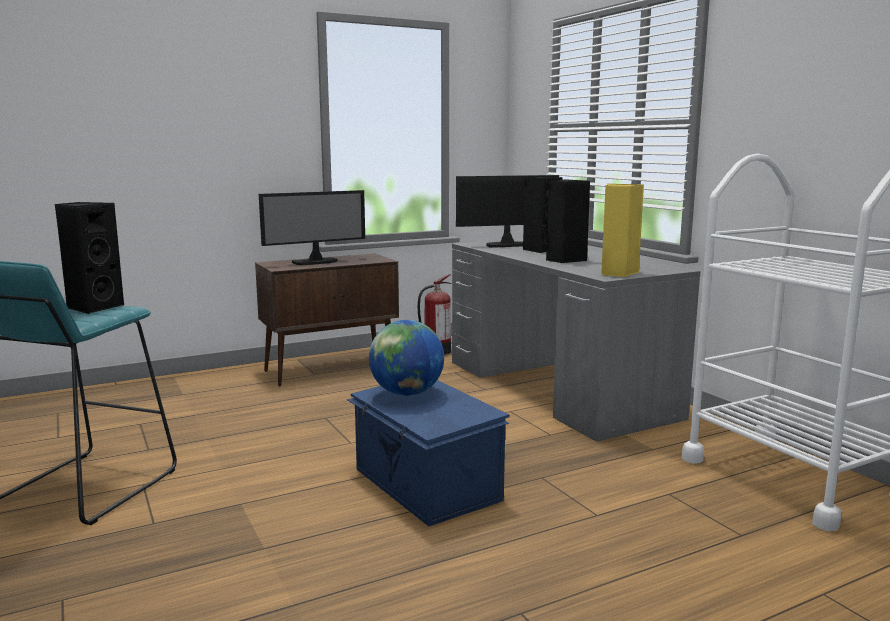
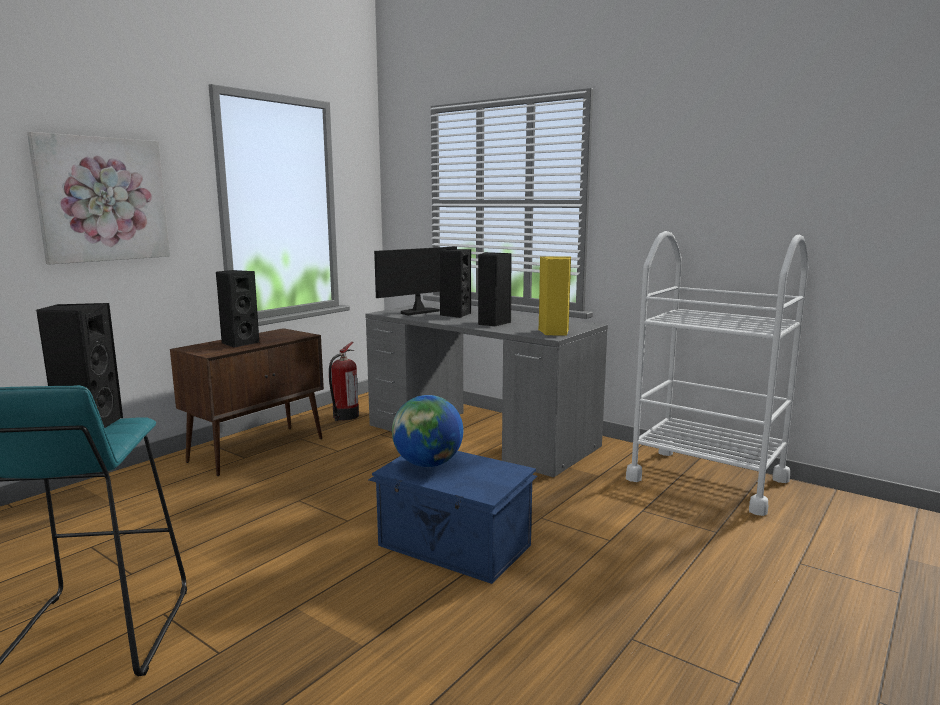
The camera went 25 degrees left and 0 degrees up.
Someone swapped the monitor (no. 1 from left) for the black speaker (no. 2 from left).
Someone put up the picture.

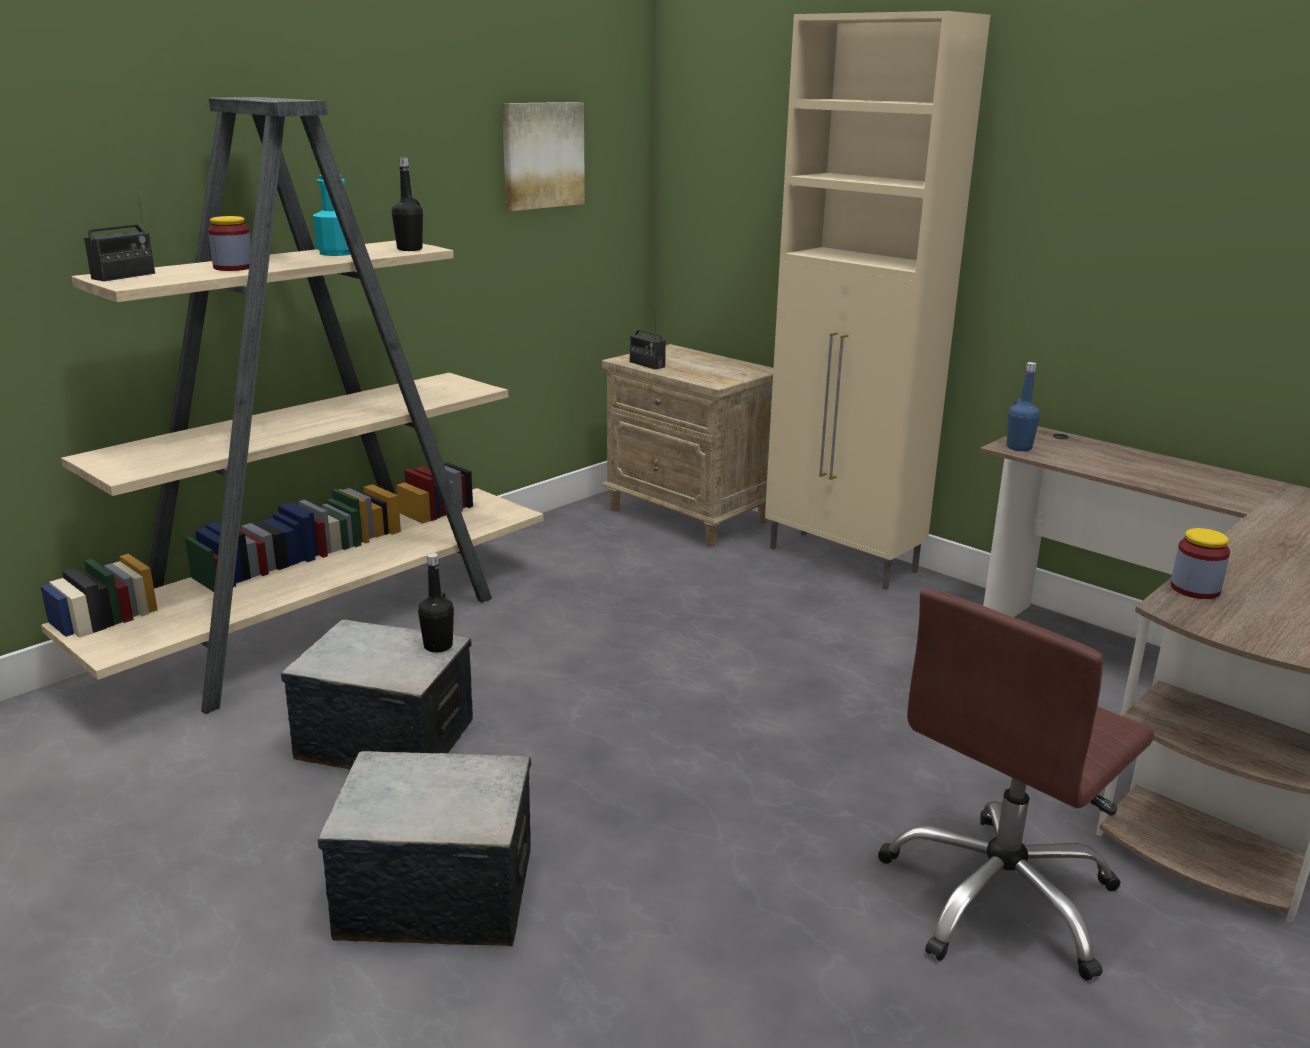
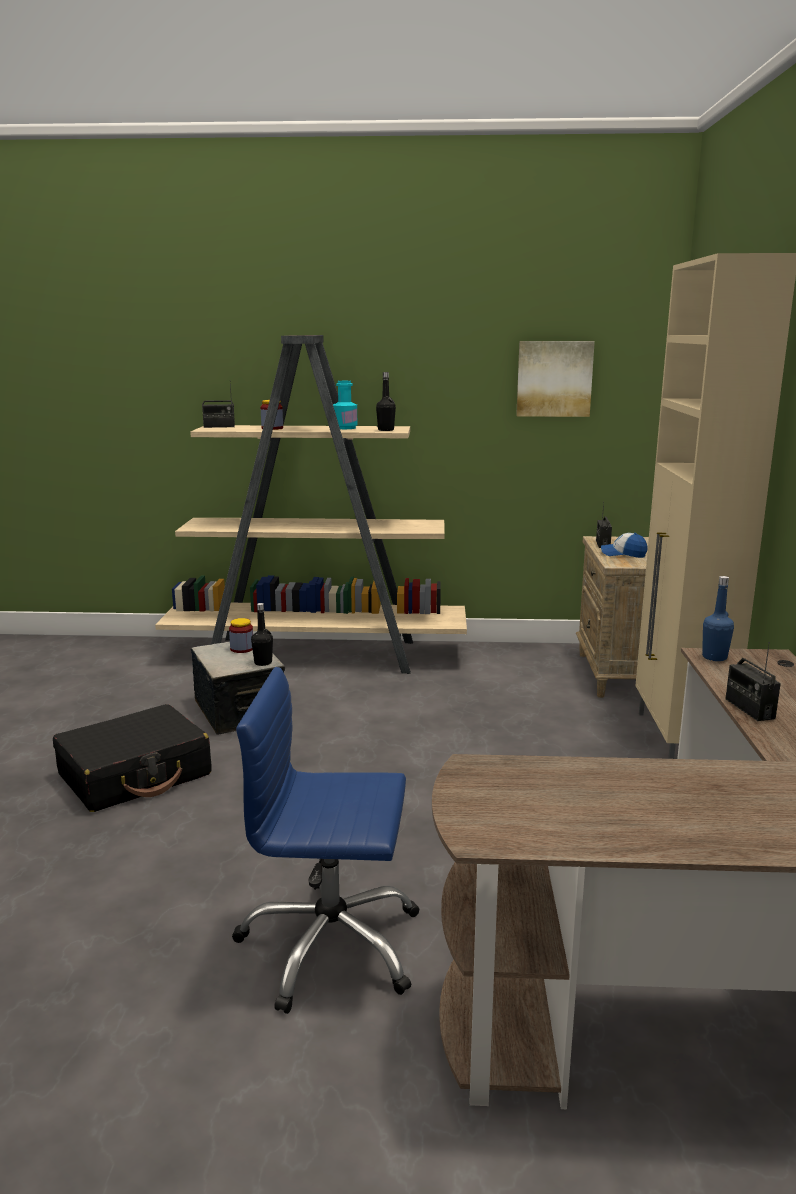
The camera went 50 degrees right and 5 degrees down.
Someone carried the jar (no. 2 from left in the first image).
Someone repainted the brown office chair, which became the blue office chair.
Someone swapped the storage box (no. 2 from left) for the black suitcase.
Someone put down the cap.
Someone put down the radio (no. 3 from left).

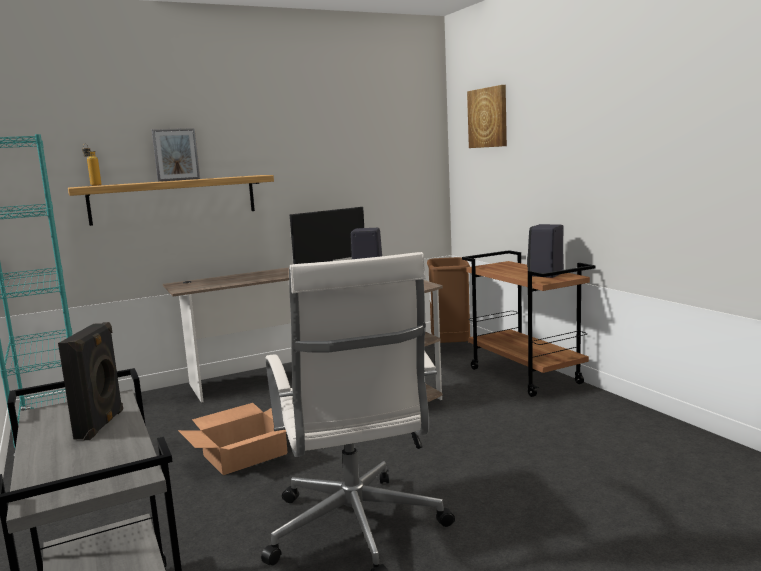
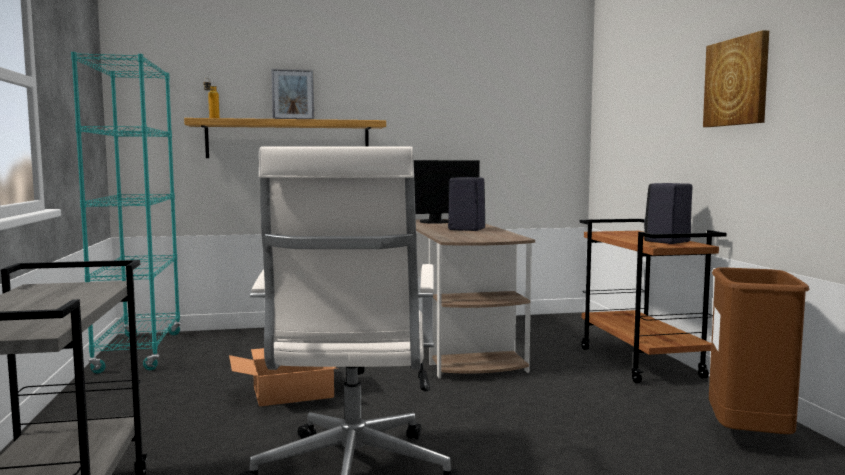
The camera went 15 degrees right and 5 degrees down.
Someone carried the picture.
Someone carried the brown trash can.
Someone took away the black speaker (no. 1 from left).

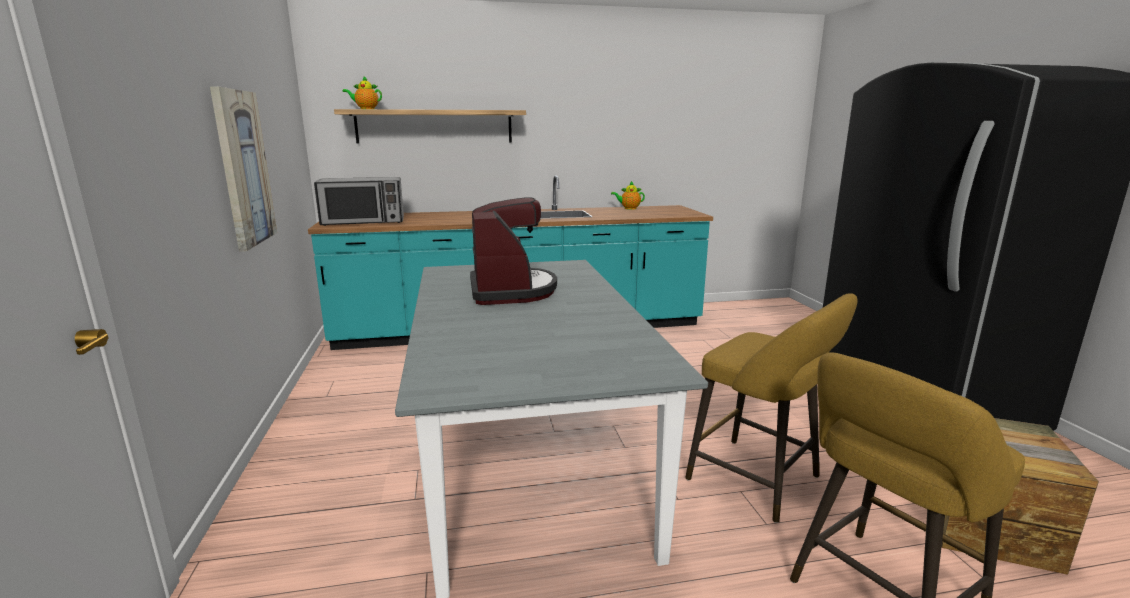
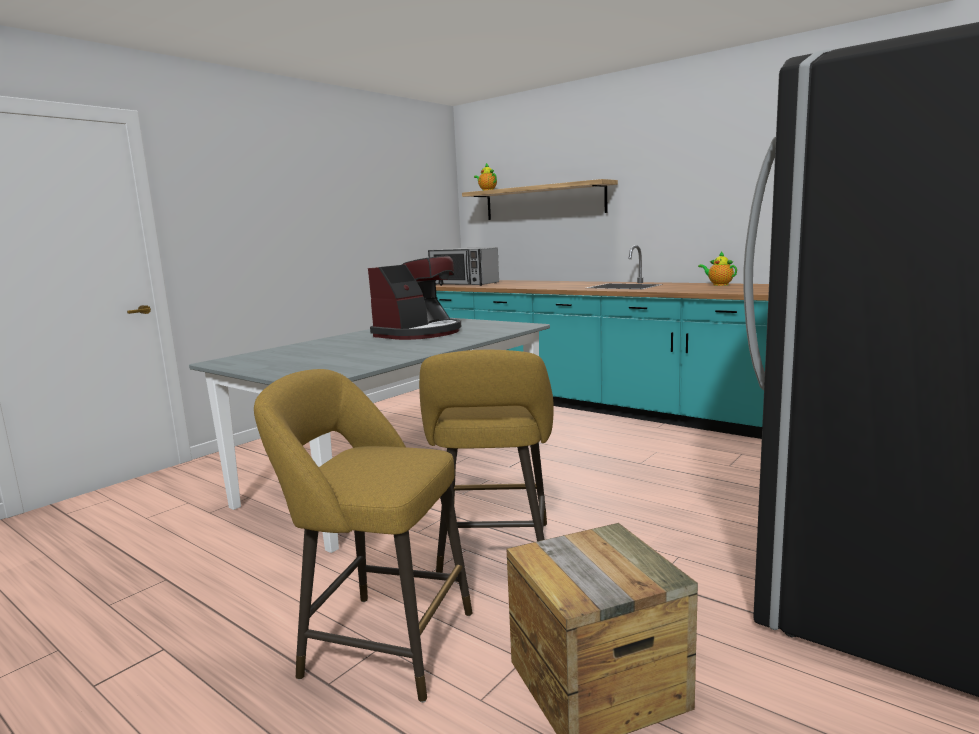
The camera went 50 degrees right and 5 degrees down.
Someone took away the picture.

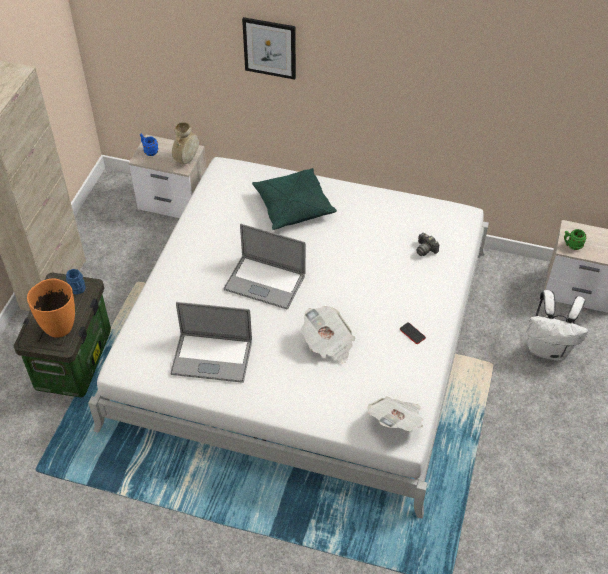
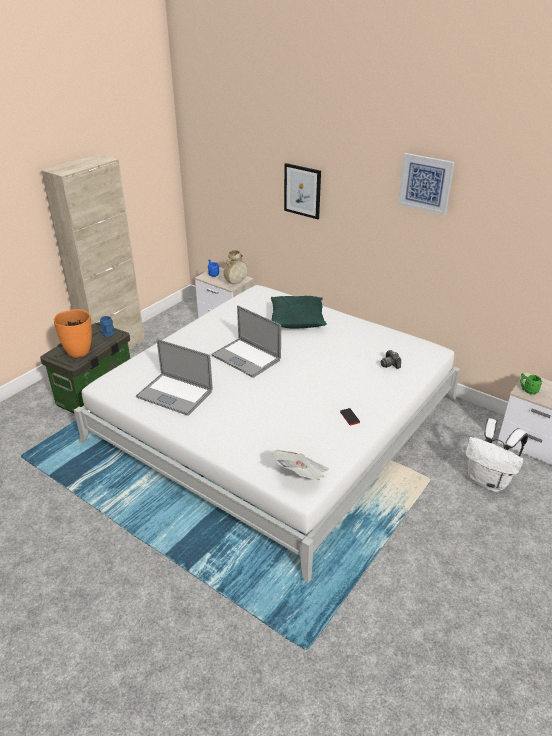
The camera went 20 degrees right and 15 degrees down.
Someone took away the newspaper (no. 1 from left).
Someone put up the picture (no. 2 from left).

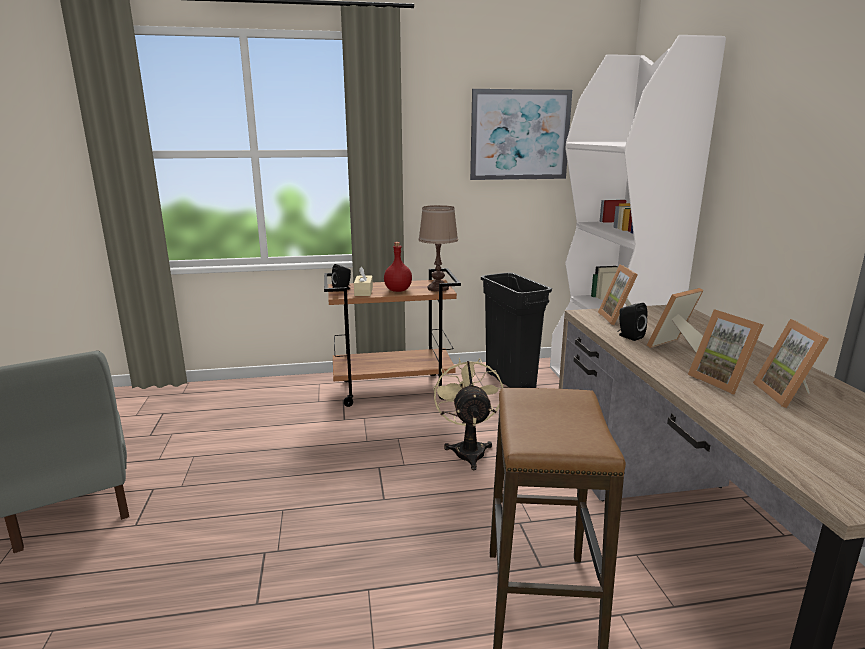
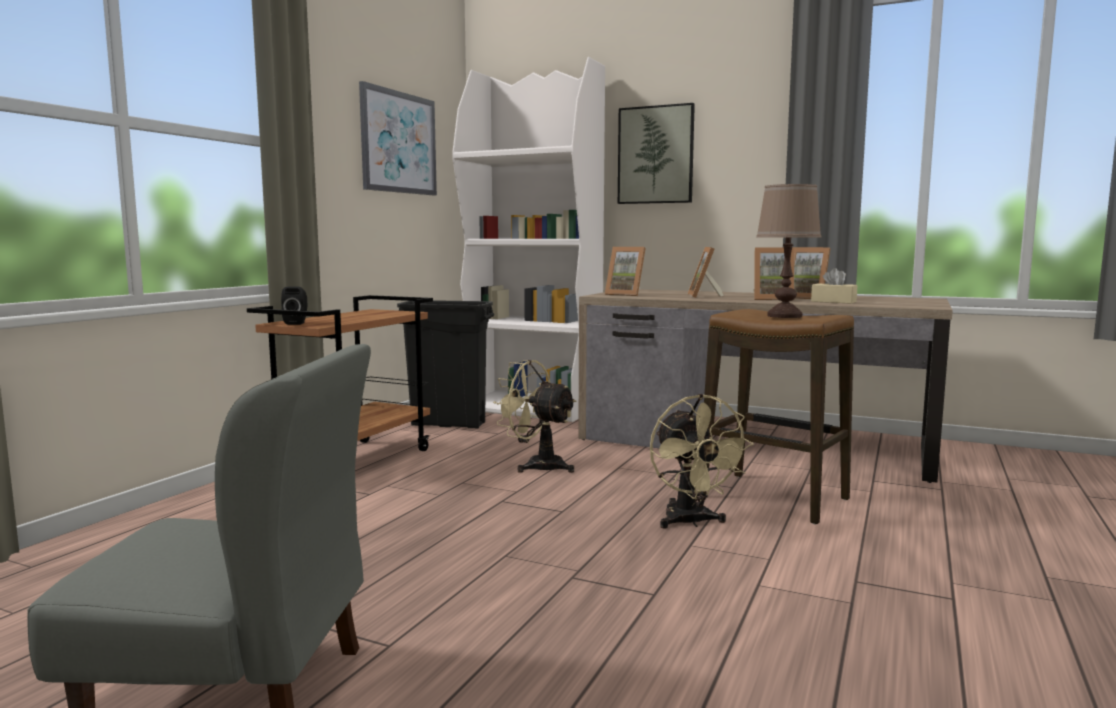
The camera went 55 degrees left and 10 degrees down.
Someone carried the brown table lamp.
Someone took away the red bottle.
Someone carried the beige tissue box.
Someone took away the black speaker (no. 2 from left).
Someone put up the picture (no. 2 from left).
Someone put down the beige fan (no. 2 from left).

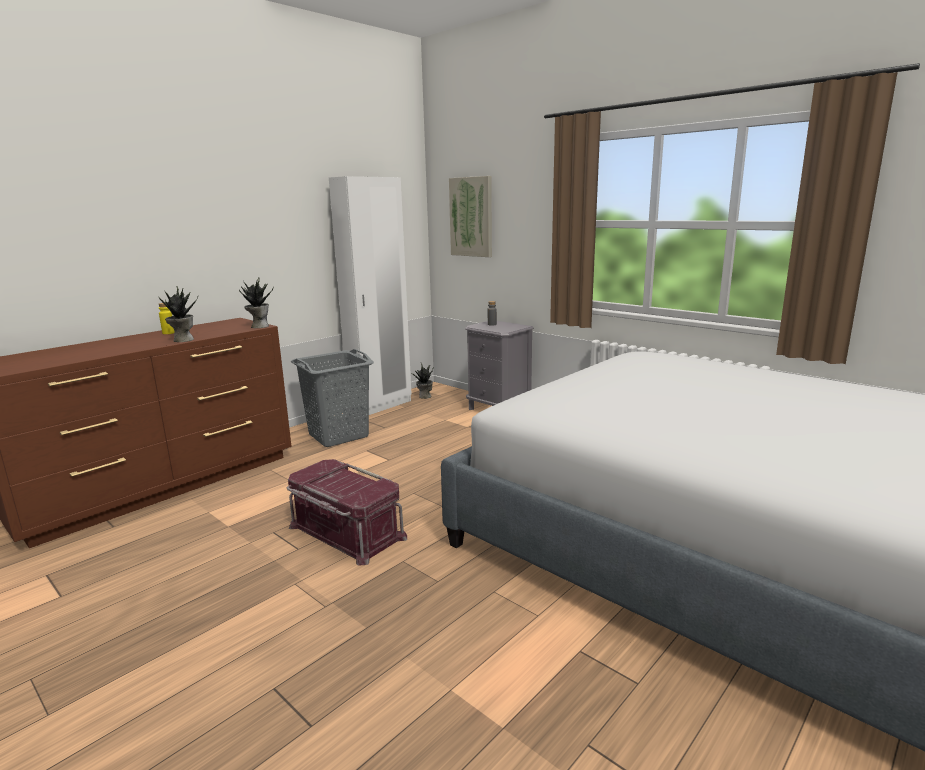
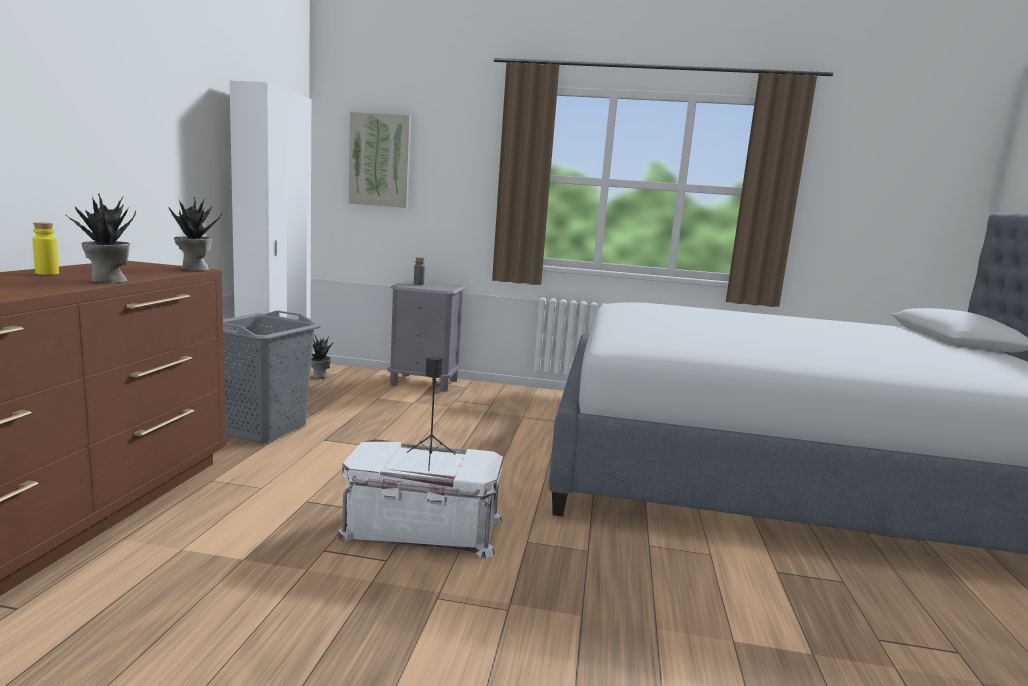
The camera went 35 degrees left and 5 degrees down.
Someone repainted the red storage box, which became the white storage box.
Someone put down the black speaker.

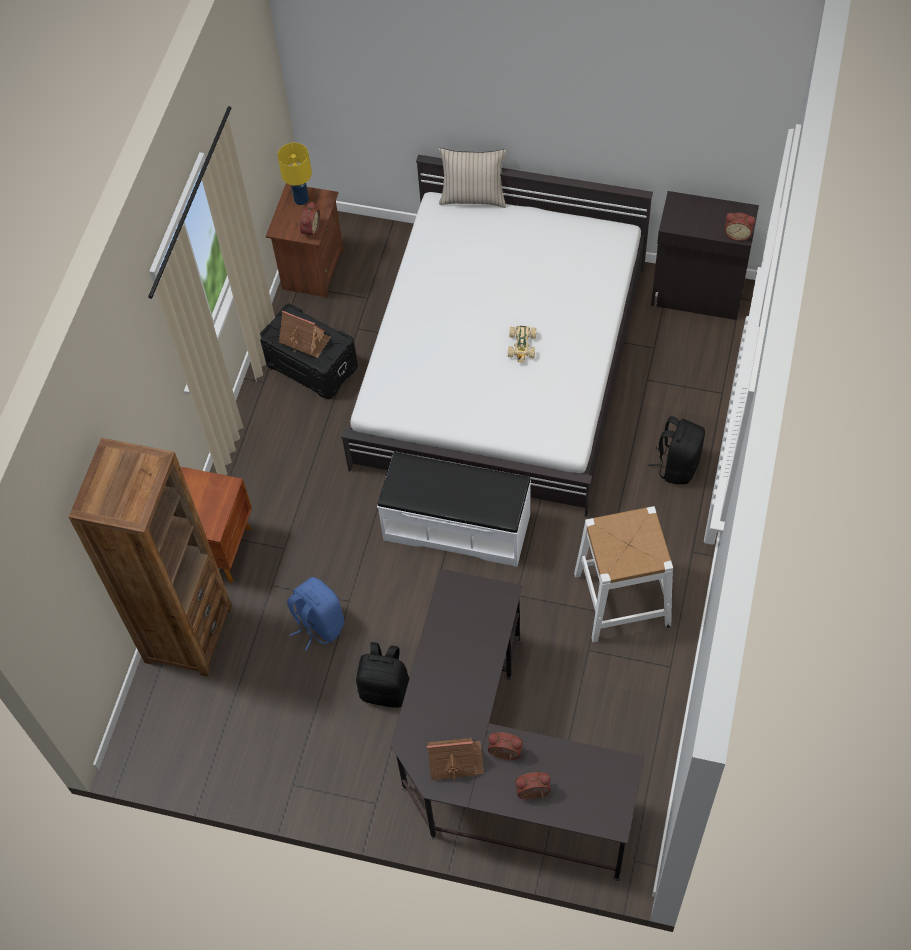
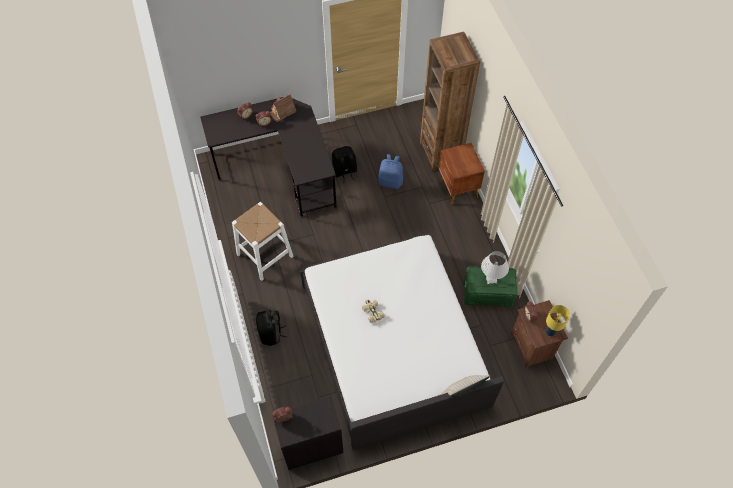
The camera went 145 degrees right and 0 degrees up.
Someone repainted the black storage box, which became the green storage box.
Someone swapped the toy house (no. 1 from left) for the white table lamp.
Someone took away the white bench.

